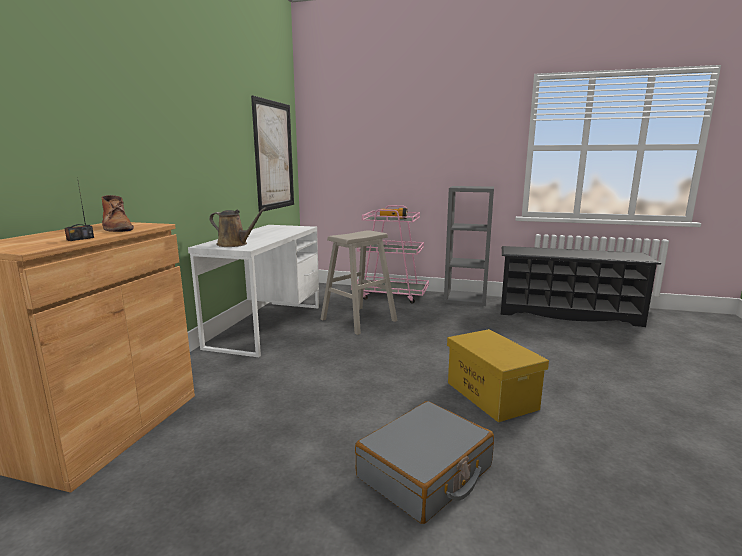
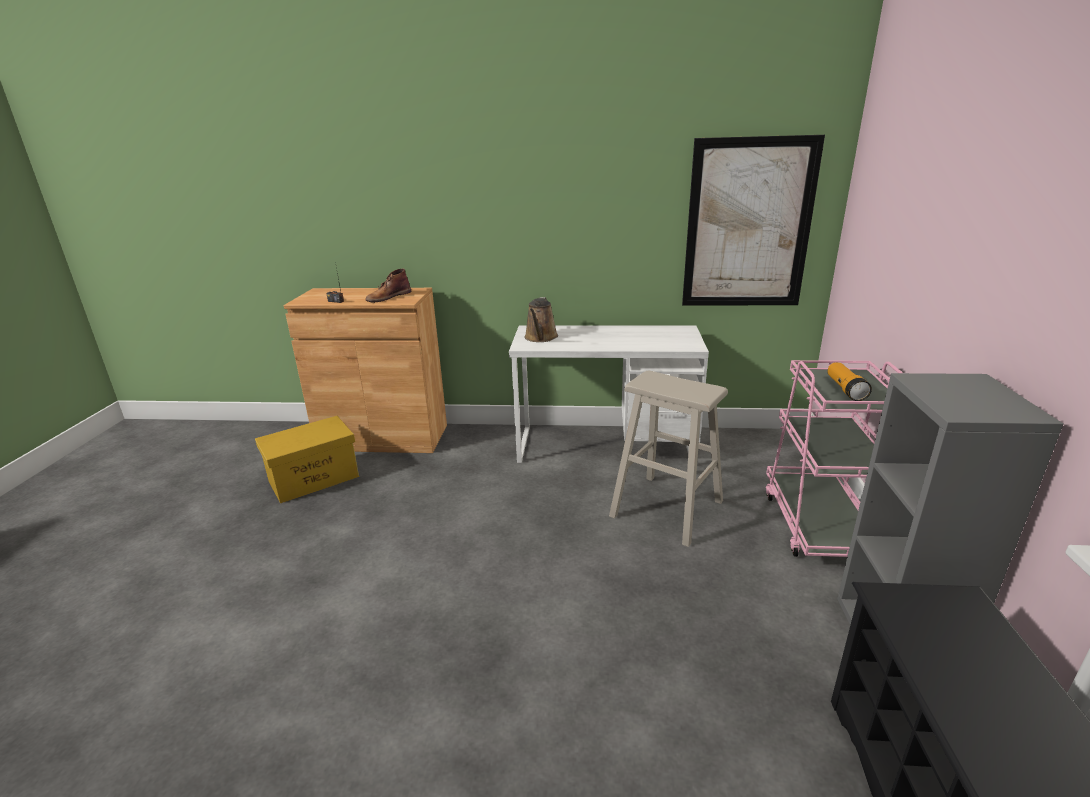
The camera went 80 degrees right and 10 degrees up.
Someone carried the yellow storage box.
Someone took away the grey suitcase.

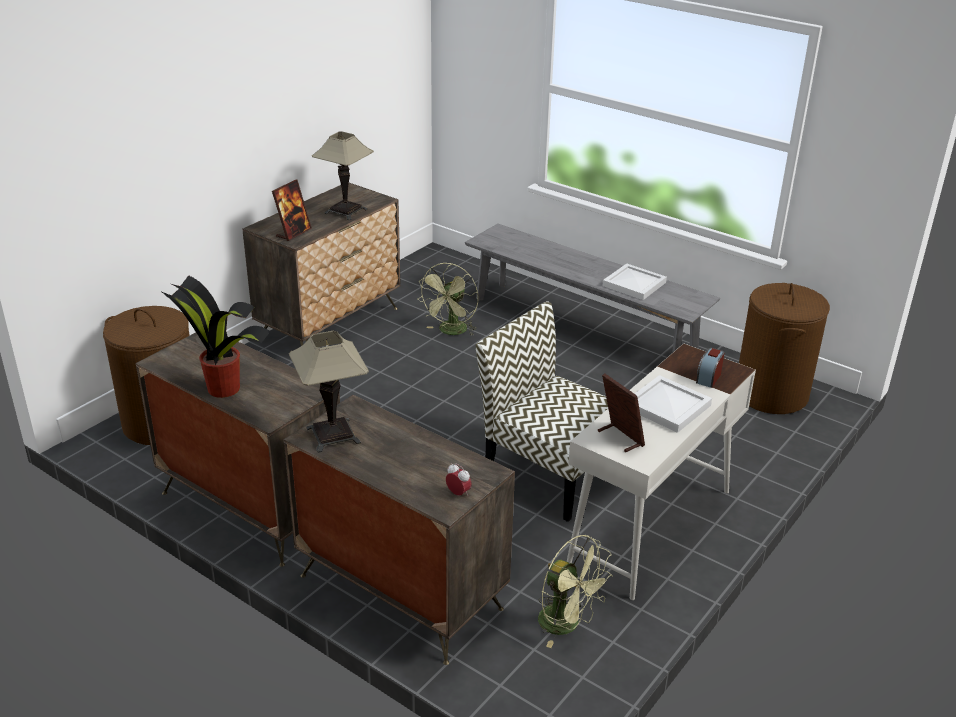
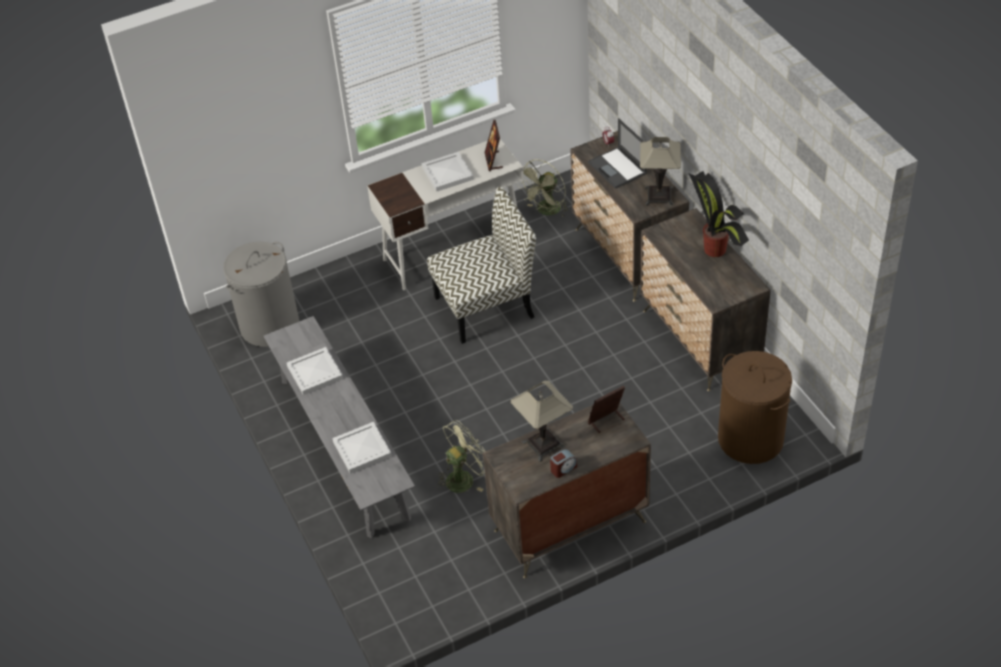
The camera went 150 degrees left and 15 degrees up.
Someone repainted the brown laundry basket (no. 2 from left), which became the grey laundry basket.
Someone rotated the chair by 90 degrees counterclockwise.
Someone carried the alarm clock (no. 2 from left in the first image).
Someone rotated the green fan (no. 2 from left) by 120 degrees counterclockwise.
Someone put down the laptop.
Someone put down the white tray (no. 2 from left).

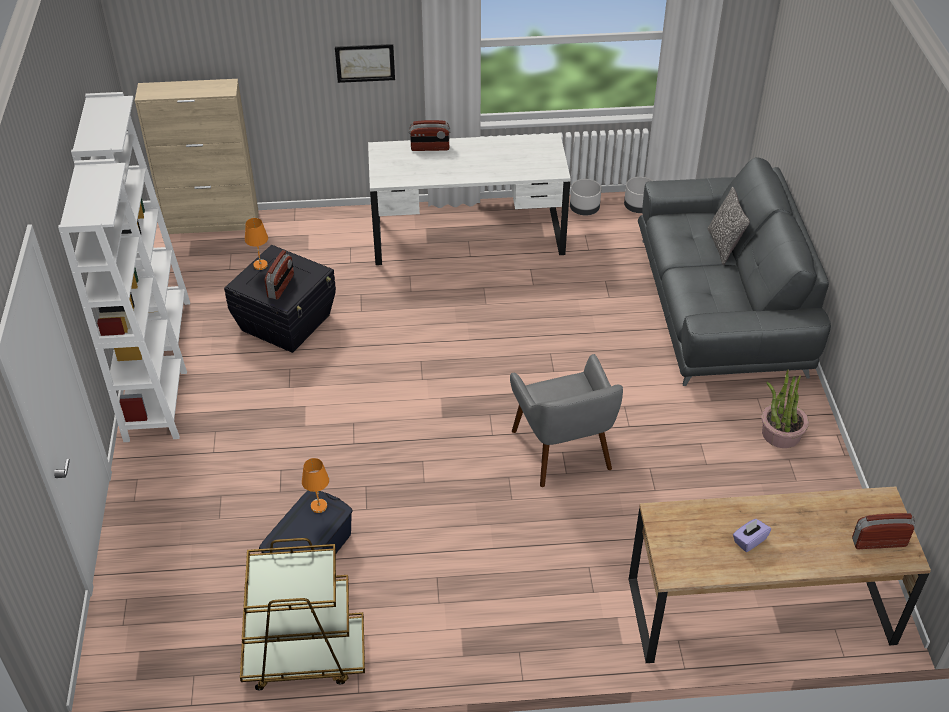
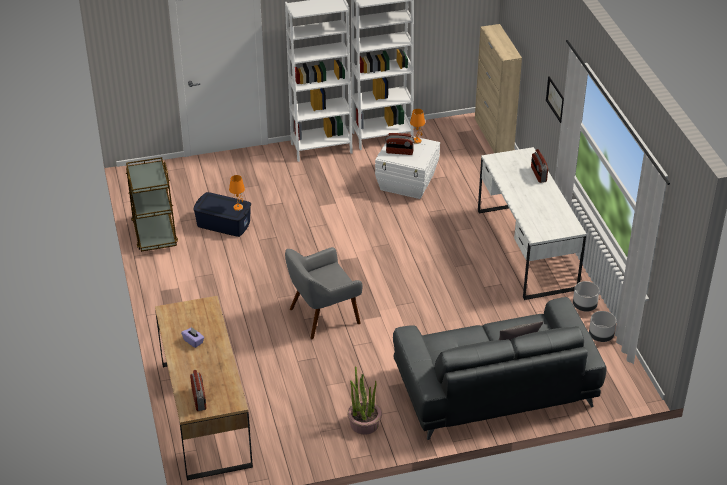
The camera went 80 degrees right and 5 degrees down.
Someone repainted the black storage box, which became the white storage box.

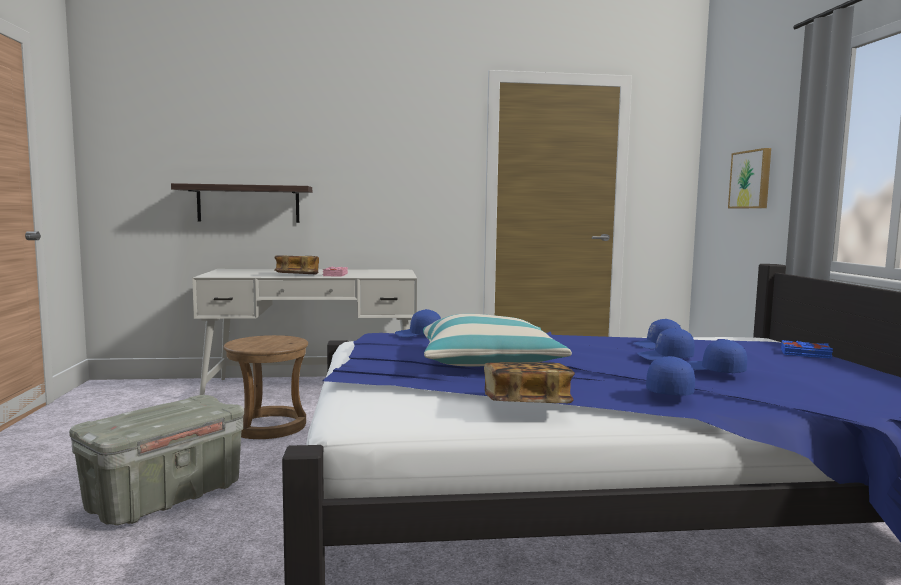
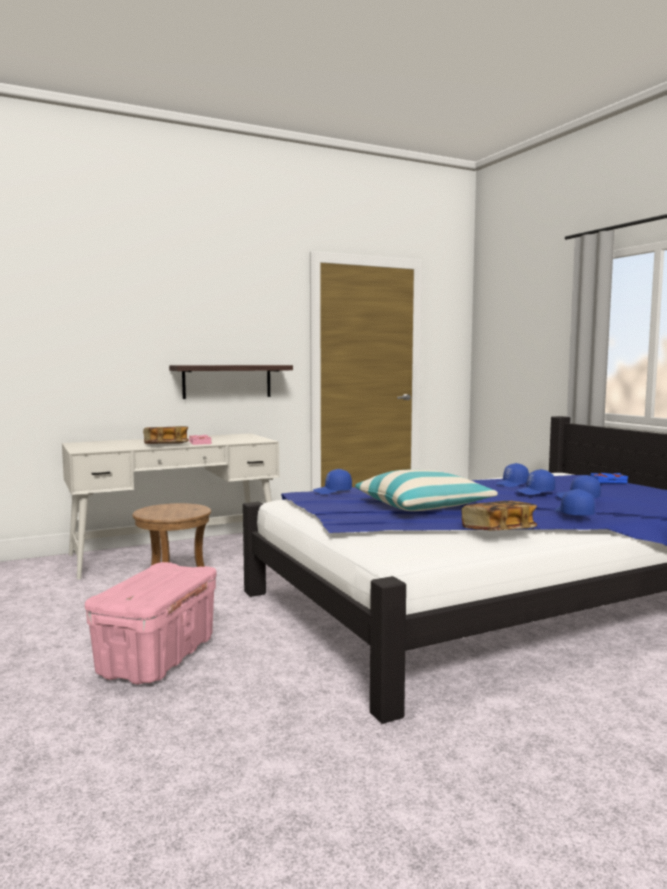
The camera went 20 degrees left and 0 degrees up.
Someone took away the picture.
Someone carried the shelf.
Someone repainted the grey storage box, which became the pink storage box.

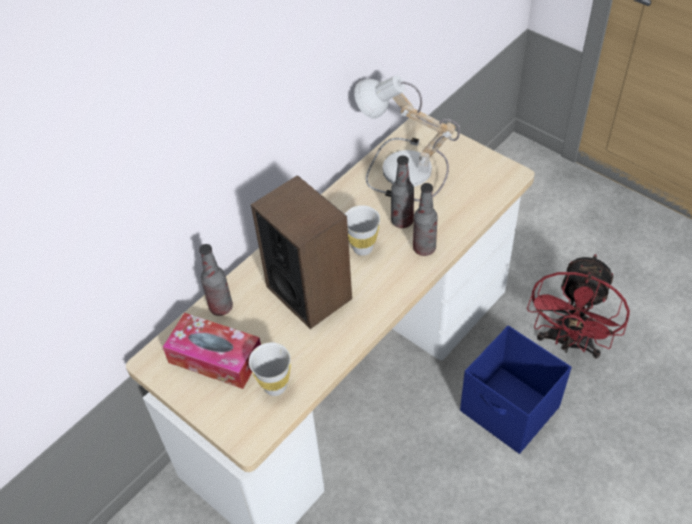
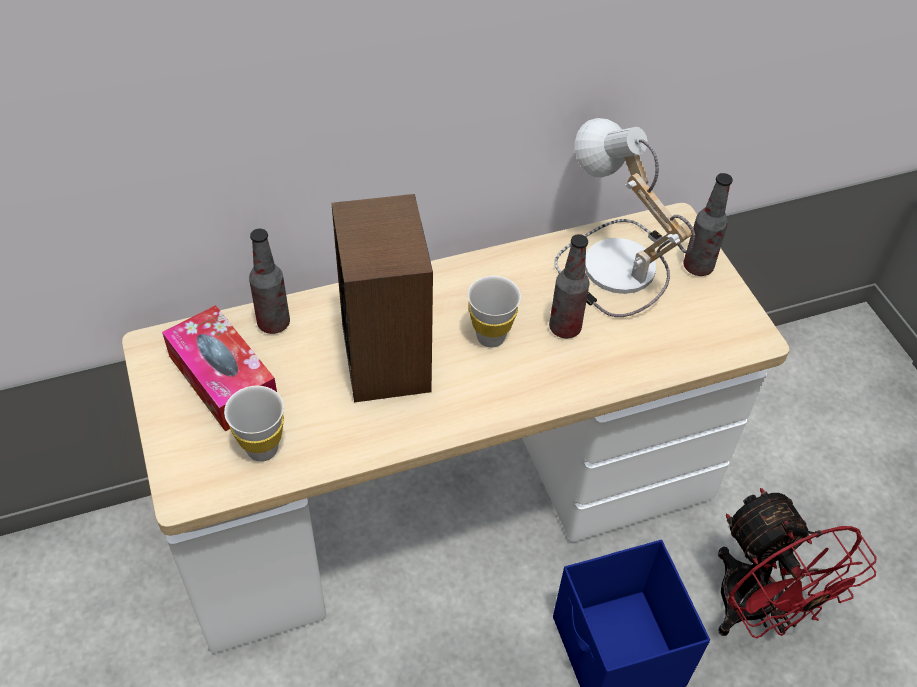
The camera went 25 degrees right and 0 degrees up.
Someone carried the bottle (no. 3 from left).
Someone rotated the red fan by 75 degrees counterclockwise.

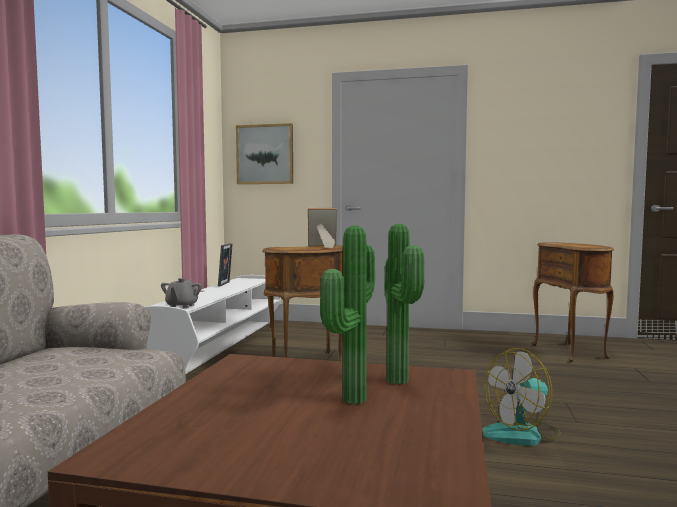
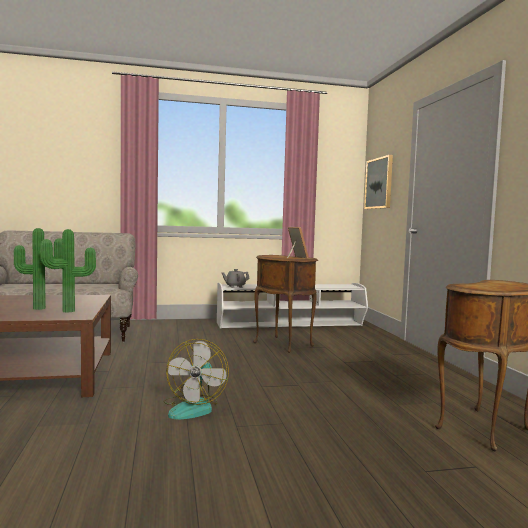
The camera went 65 degrees right and 0 degrees up.
Someone took away the picture frame (no. 1 from left).
Someone rotated the fan by 120 degrees counterclockwise.

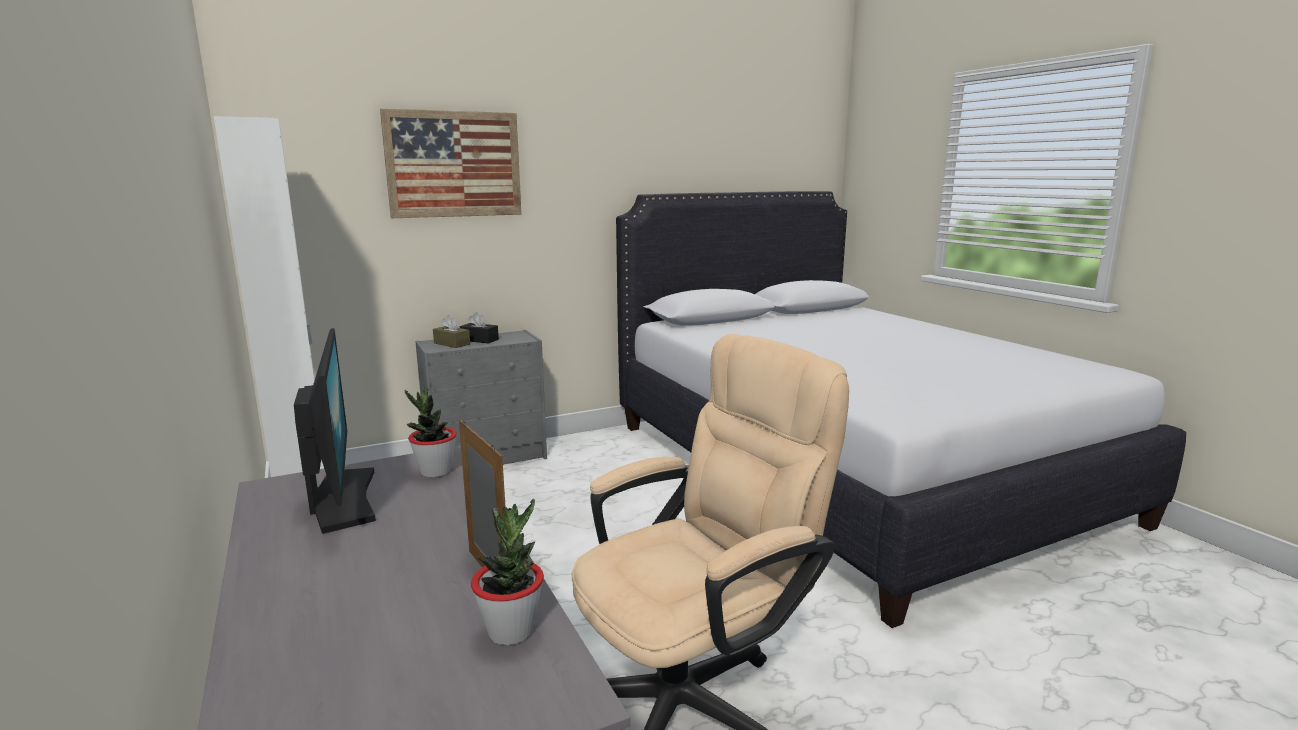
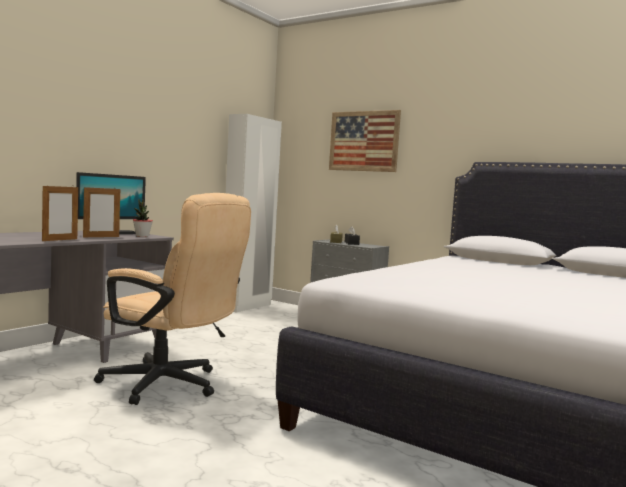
The camera went 60 degrees right and 10 degrees down.
Someone took away the potted plant (no. 2 from left).
Someone put down the picture frame (no. 2 from left).

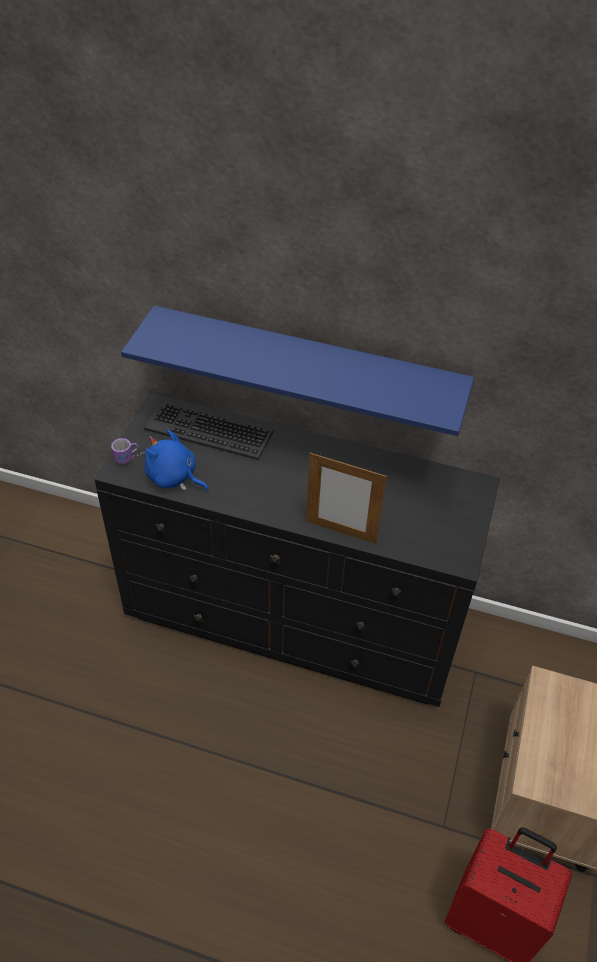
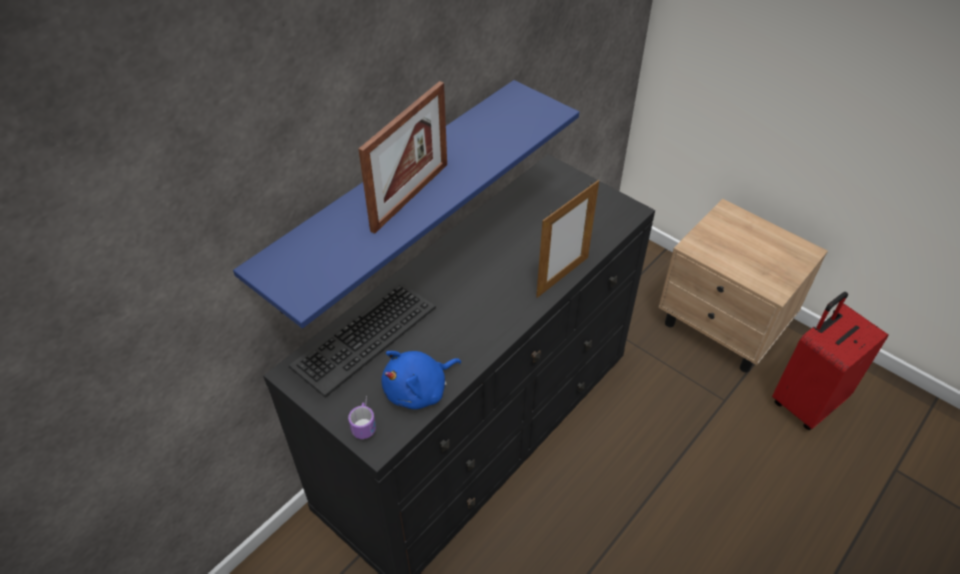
The camera went 65 degrees left and 0 degrees up.
Someone put down the picture frame (no. 1 from left).

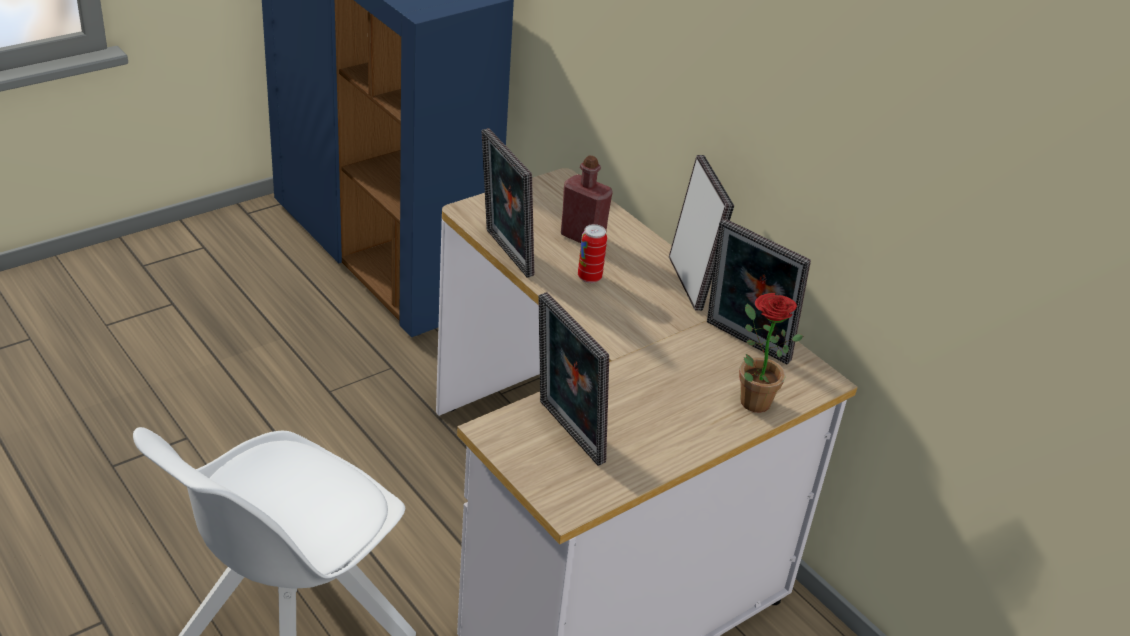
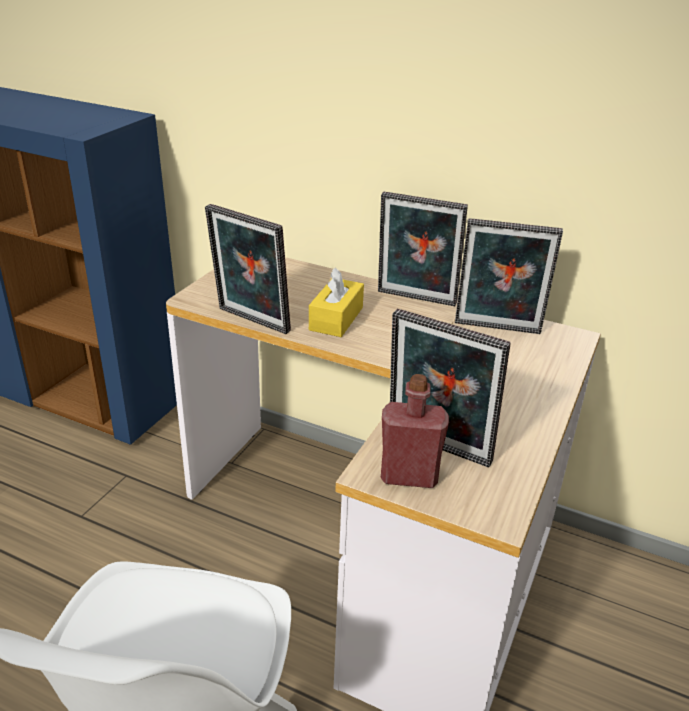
The camera went 25 degrees left and 5 degrees down.
Someone rotated the picture frame (no. 3 from left in the first image) by 150 degrees clockwise.
Someone carried the red bottle.
Someone swapped the can for the yellow tissue box.
Someone took away the potted plant.

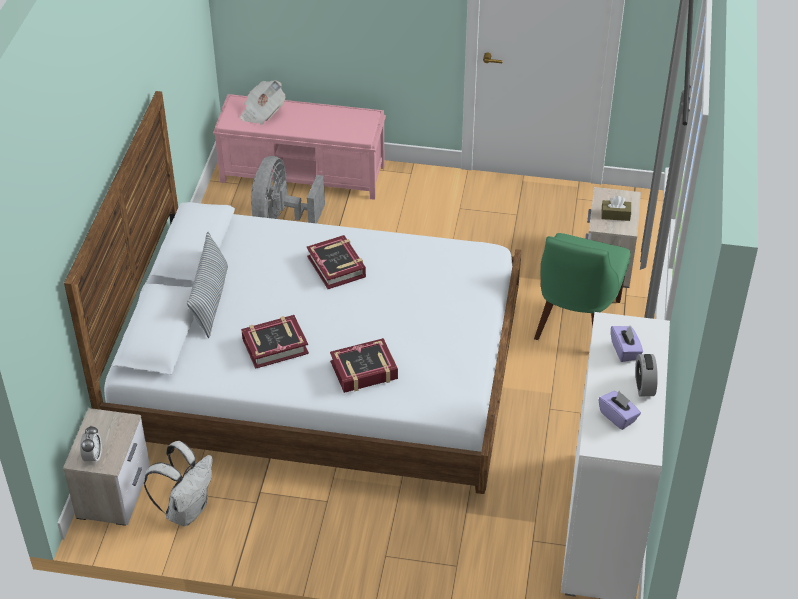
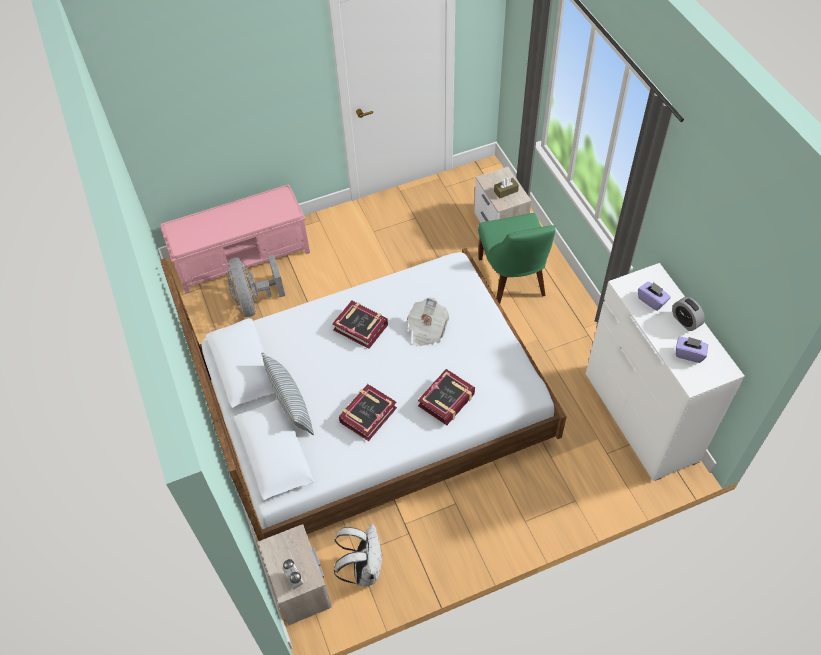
The camera went 30 degrees left and 10 degrees up.
Someone carried the newspaper.

